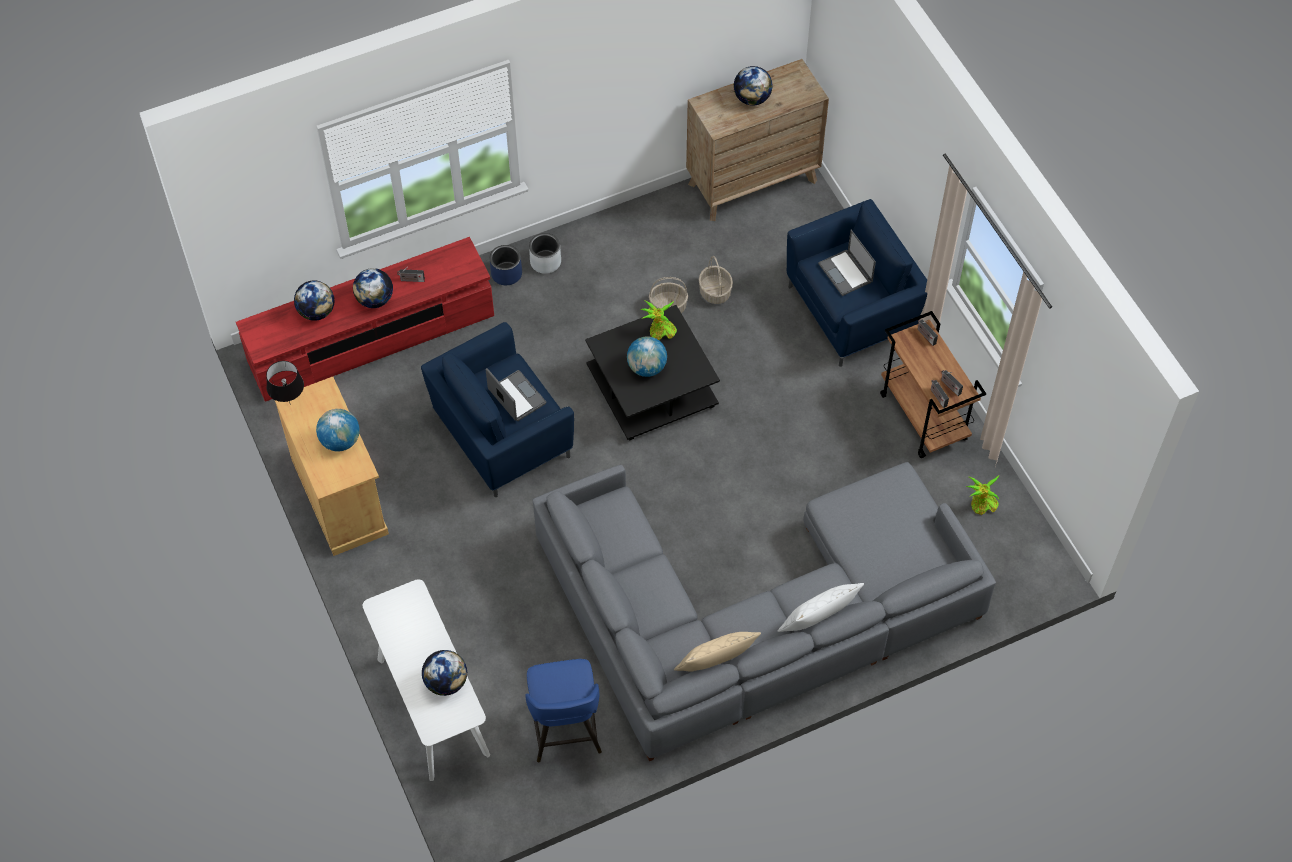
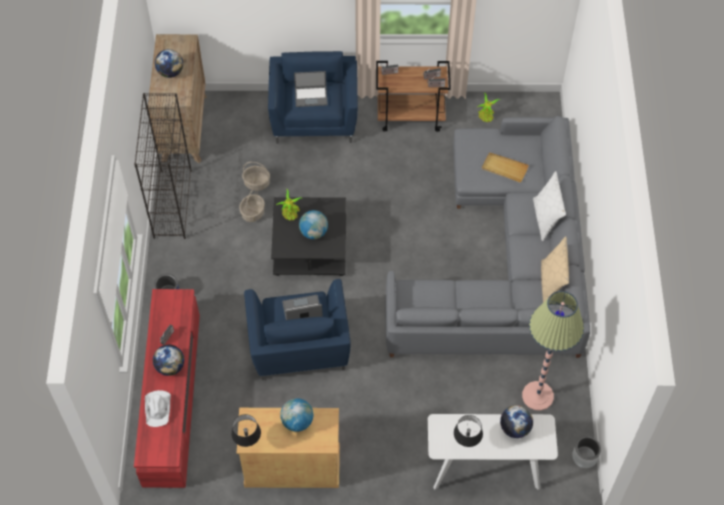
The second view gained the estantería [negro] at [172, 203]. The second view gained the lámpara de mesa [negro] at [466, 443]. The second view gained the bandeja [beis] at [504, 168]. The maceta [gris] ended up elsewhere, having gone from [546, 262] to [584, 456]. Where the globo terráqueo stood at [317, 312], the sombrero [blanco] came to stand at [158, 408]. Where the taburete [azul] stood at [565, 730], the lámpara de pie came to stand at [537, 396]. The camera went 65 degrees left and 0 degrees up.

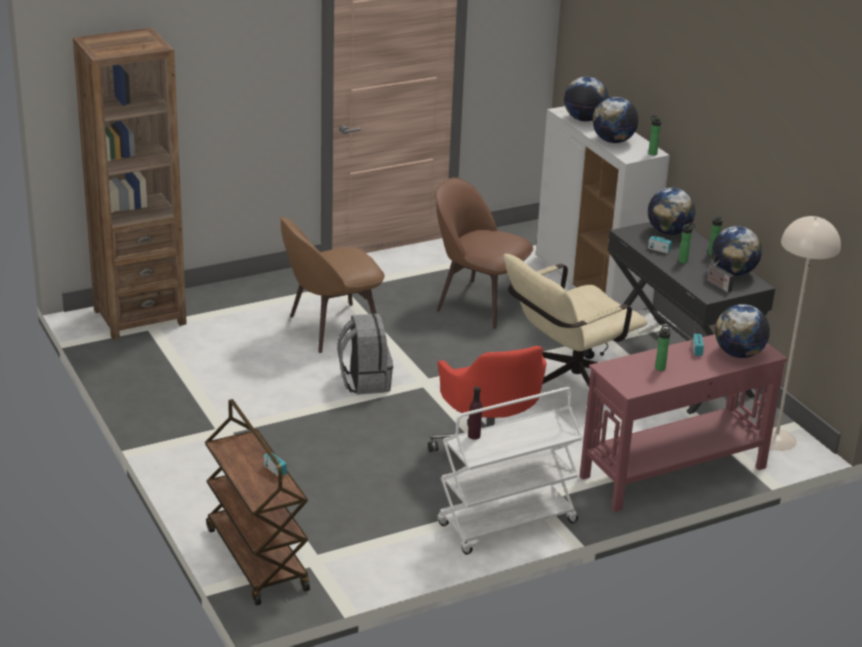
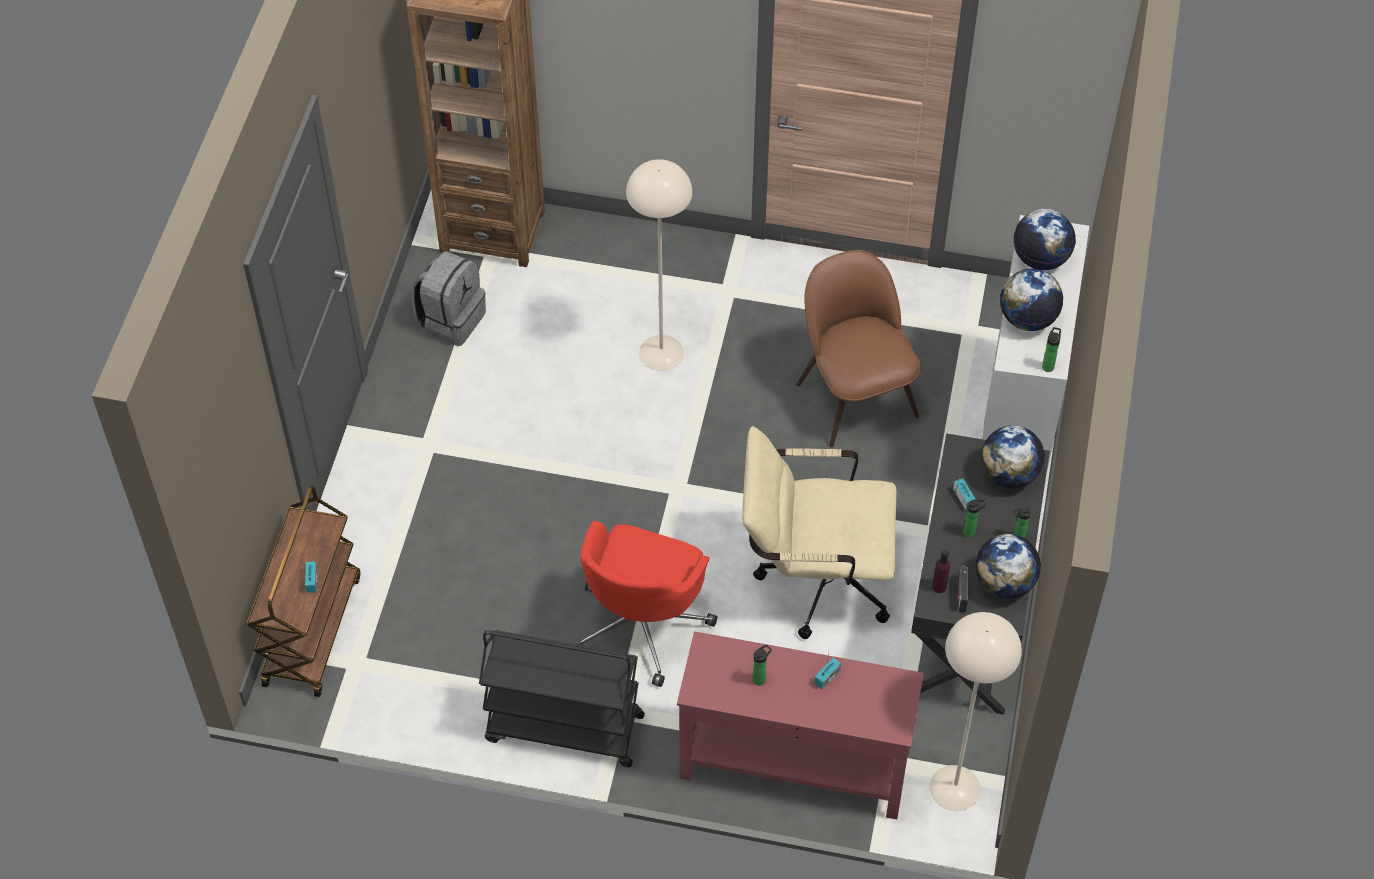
The second view lost the globo terráqueo at [738, 354]. The mochila [gris] ended up elsewhere, having gone from [364, 381] to [451, 319]. The botella [morado] ended up elsewhere, having gone from [474, 436] to [939, 587]. Where the silla [marrón] stood at [331, 328], the lámpara de pie [beis] came to stand at [661, 352]. What was the carrito [blanco] at [506, 524] turned into the carrito [negro] at [563, 729]. The camera went 40 degrees right and 25 degrees up.

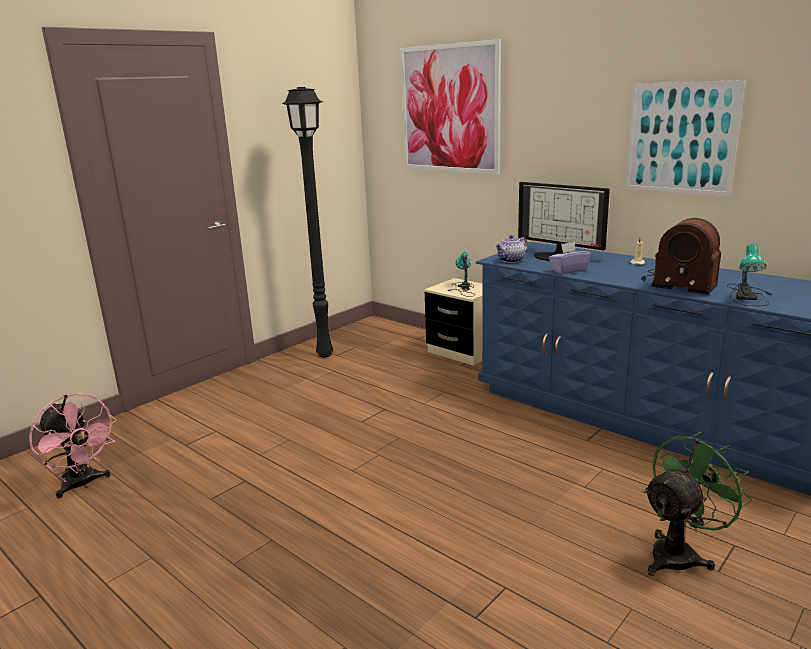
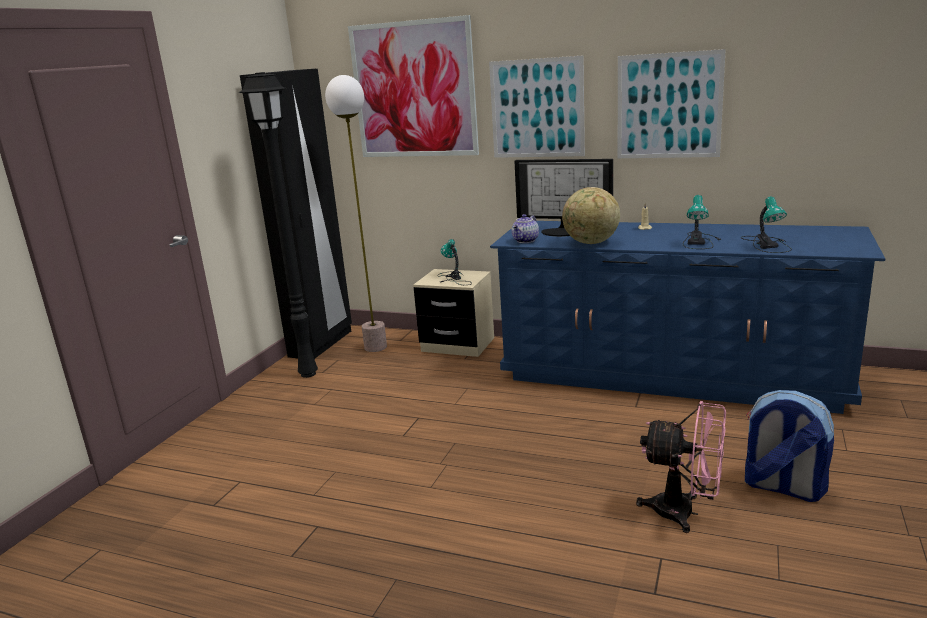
The second view gained the armario ropero [negro] at [321, 344]. The second view gained the lámpara de pie at [376, 347]. The second view gained the cuadro at [537, 108]. The ventilador [rosa] ended up elsewhere, having gone from [83, 484] to [685, 512]. Where the caja de pañuelos [morado] stood at [568, 270], the globo terráqueo came to stand at [591, 243]. Where the radio stood at [678, 282], the lámpara de mesa came to stand at [699, 241]. Where the ventilador [verde] stood at [680, 553], the mochila came to stand at [782, 487]. The camera went 20 degrees left and 0 degrees up.

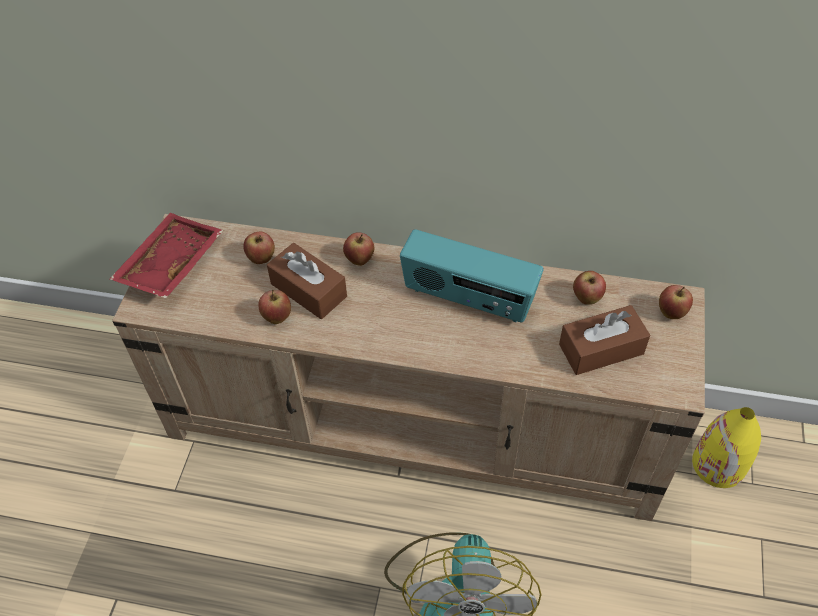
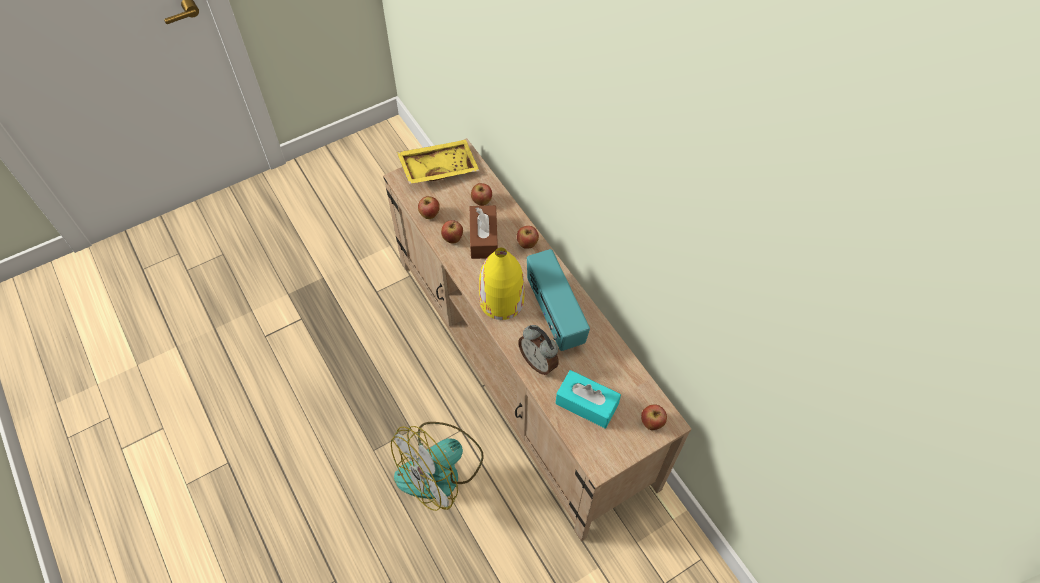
The second view gained the despertador at [538, 362]. The manzana ended up elsewhere, having gone from [586, 299] to [429, 215]. The florero [amarillo] ended up elsewhere, having gone from [718, 465] to [501, 301]. What was the bandeja [rojo] at [169, 263] turned into the bandeja [amarillo] at [438, 167]. What was the caja de pañuelos [marrón] at [601, 349] turned into the caja de pañuelos [turquesa] at [586, 404]. The camera went 45 degrees right and 5 degrees up.

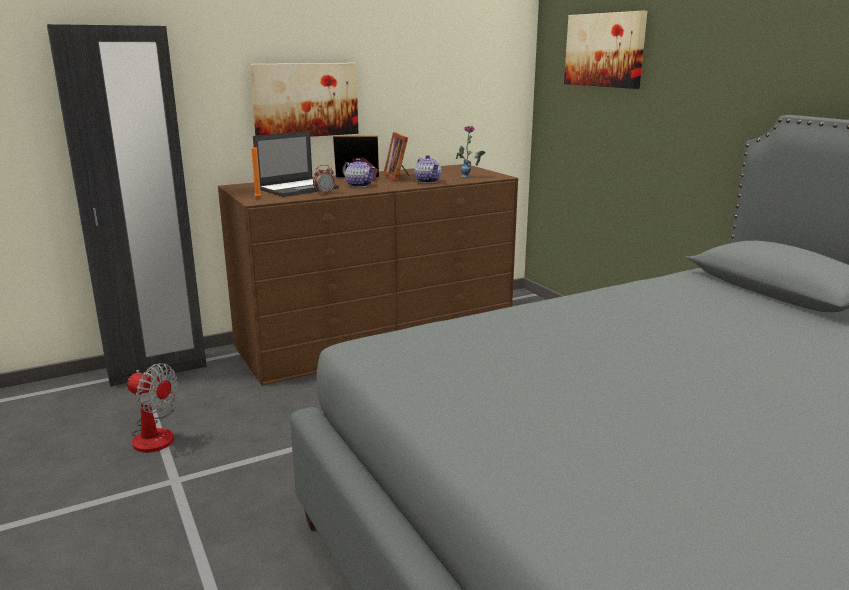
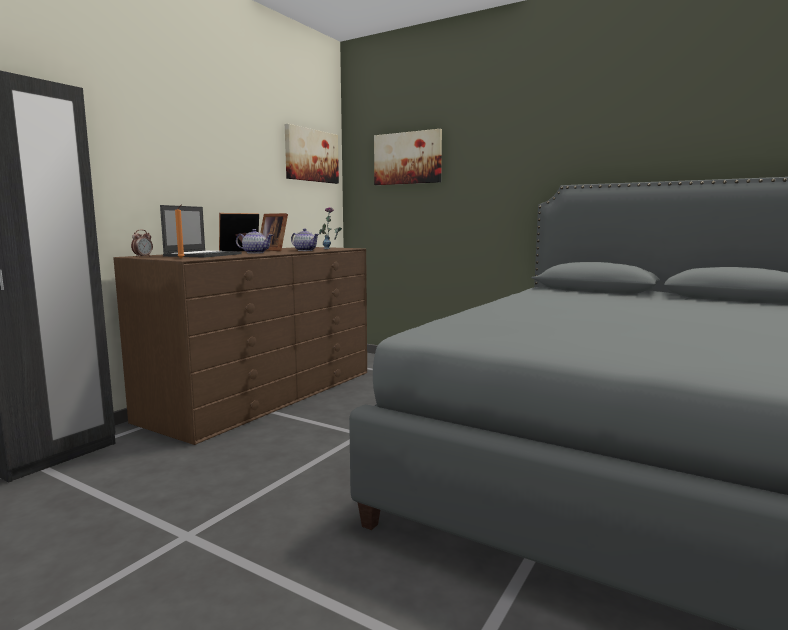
The second view lost the ventilador at [155, 433]. The cuadro ended up elsewhere, having gone from [305, 100] to [311, 155]. The despertador ended up elsewhere, having gone from [324, 193] to [143, 257]. The camera went 30 degrees left and 10 degrees down.

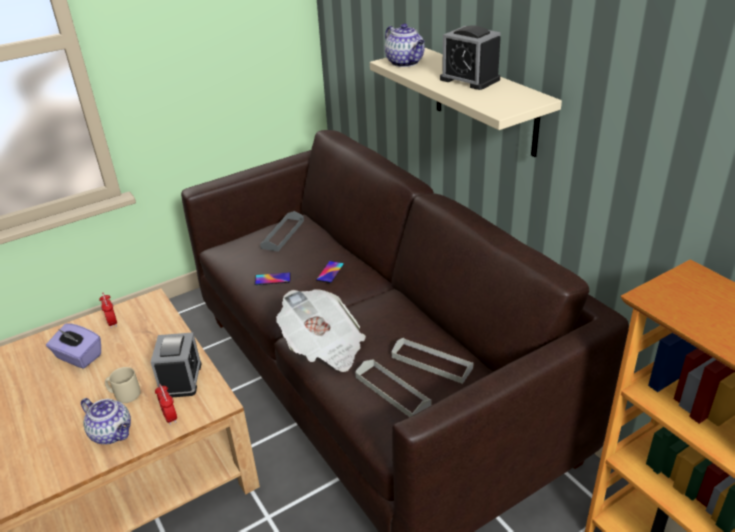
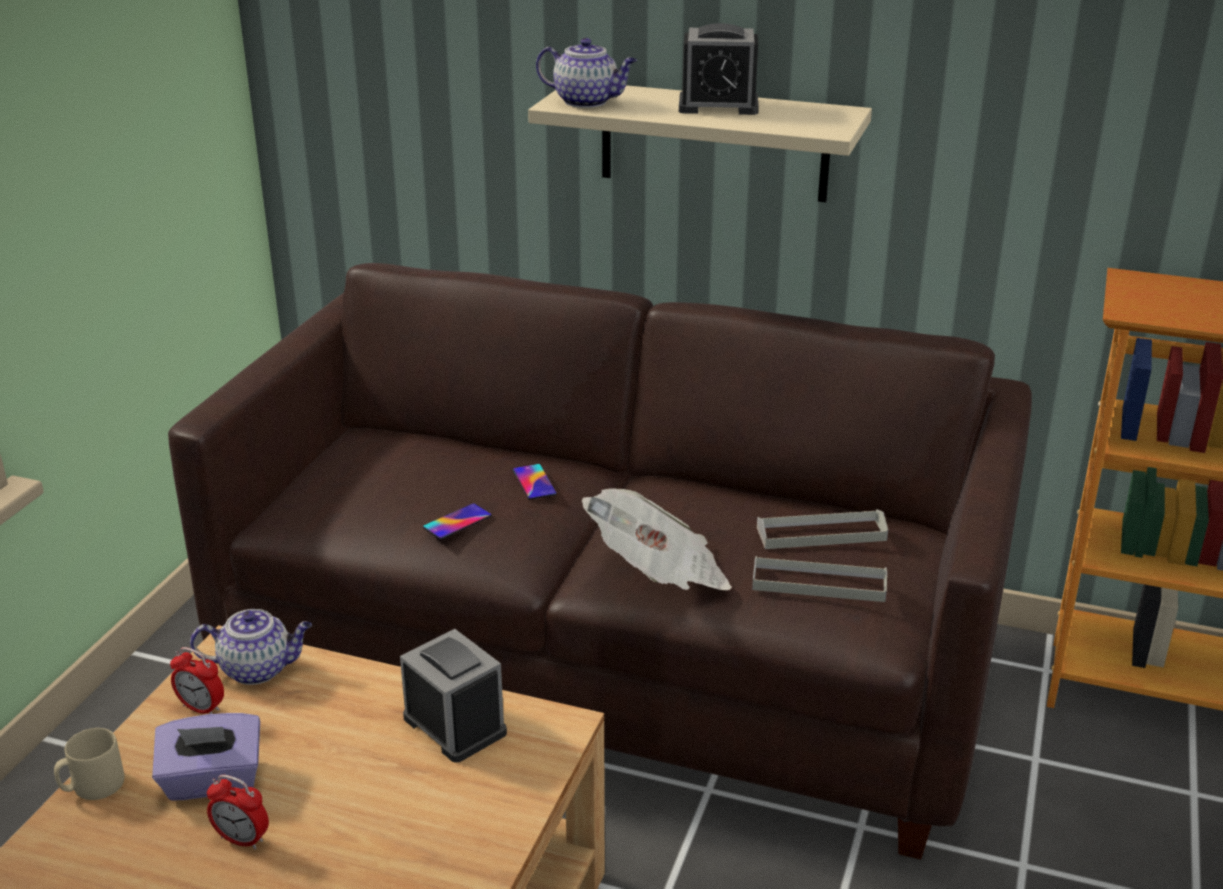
The second view lost the bandeja [gris] at [283, 234]. The tetera ended up elsewhere, having gone from [113, 433] to [258, 669]. The taza grande [beis] ended up elsewhere, having gone from [125, 394] to [92, 786]. The despertador ended up elsewhere, having gone from [170, 417] to [242, 839]. The camera went 40 degrees left and 5 degrees down.

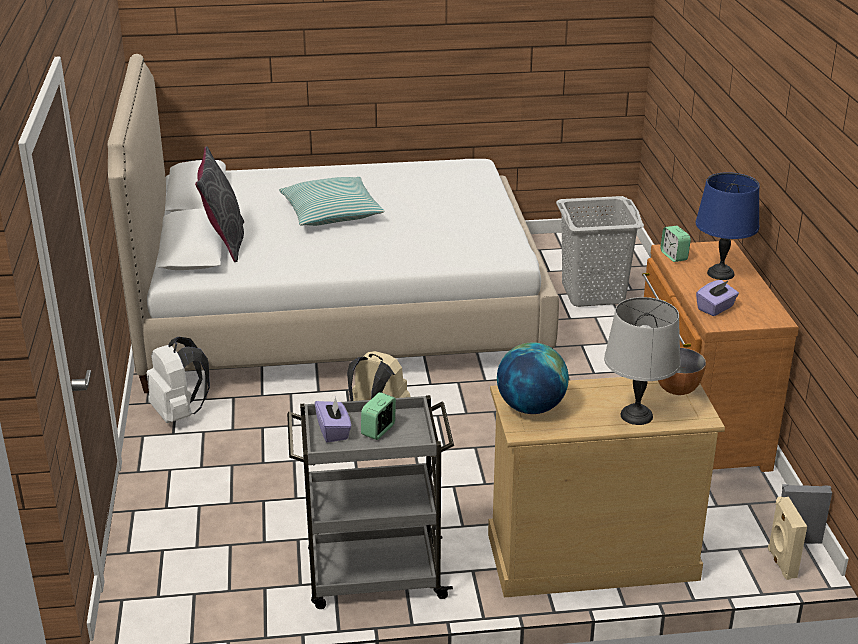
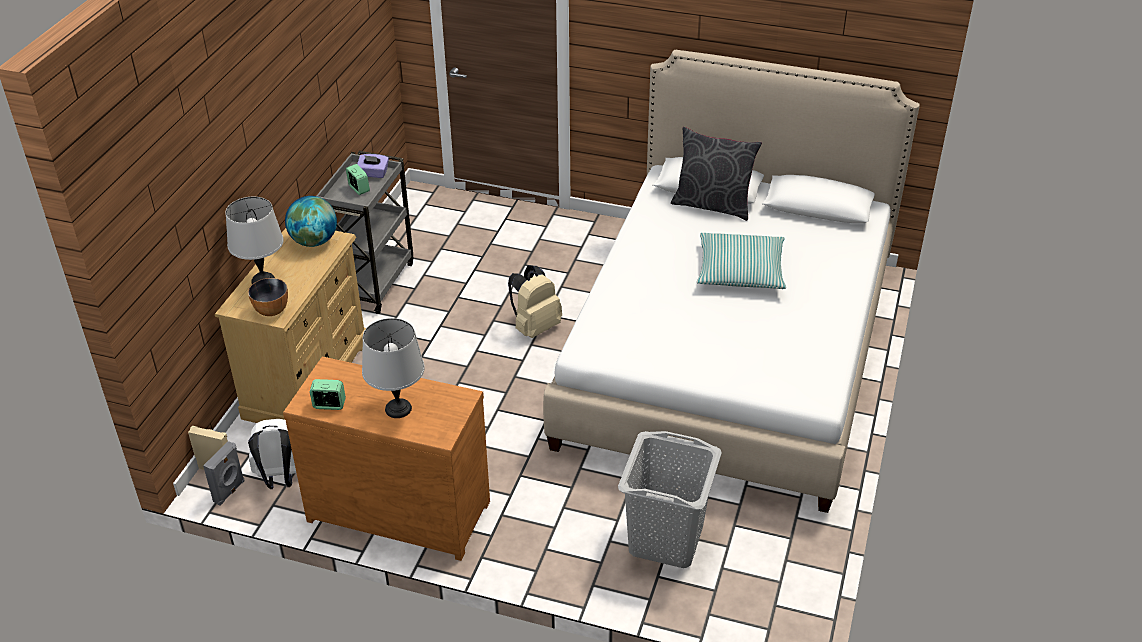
The second view lost the caja de pañuelos [morado] at [715, 308]. The mochila [blanco] ended up elsewhere, having gone from [179, 413] to [281, 477]. The despertador ended up elsewhere, having gone from [674, 256] to [329, 405]. What was the lámpara de mesa [azul] at [720, 273] turned into the lámpara de mesa [gris] at [398, 409]. The camera went 115 degrees right and 10 degrees up.

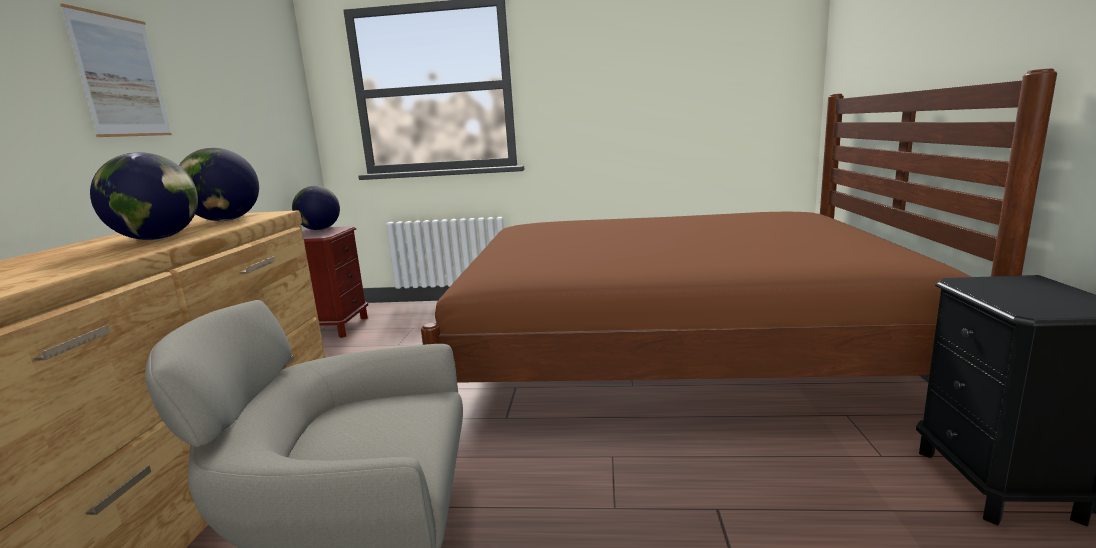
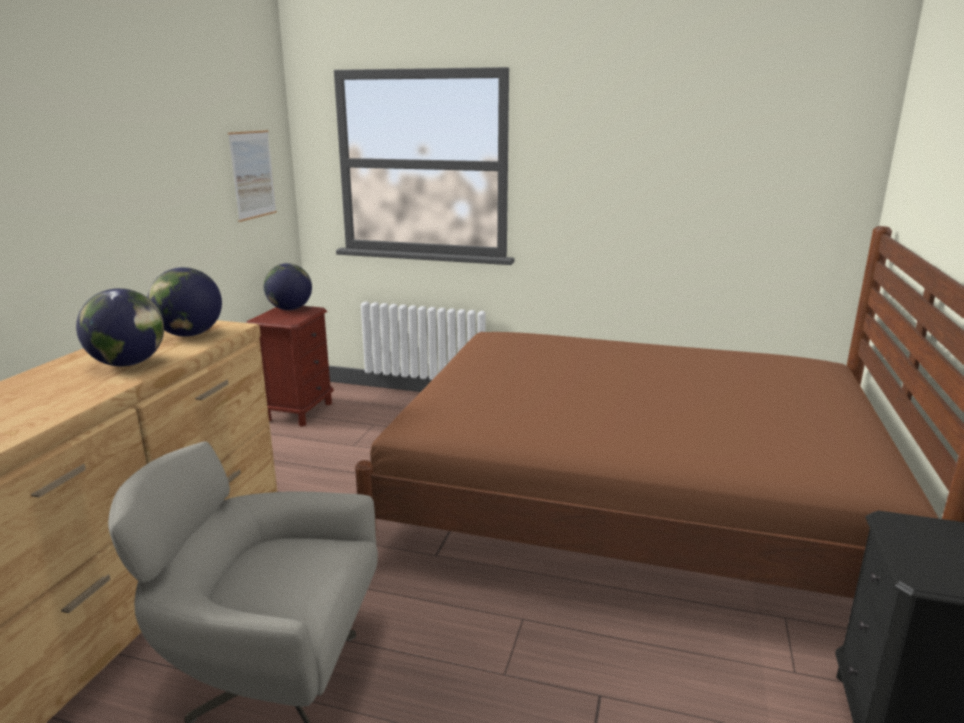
The cuadro ended up elsewhere, having gone from [121, 76] to [253, 175]. The camera went 10 degrees right and 5 degrees up.

